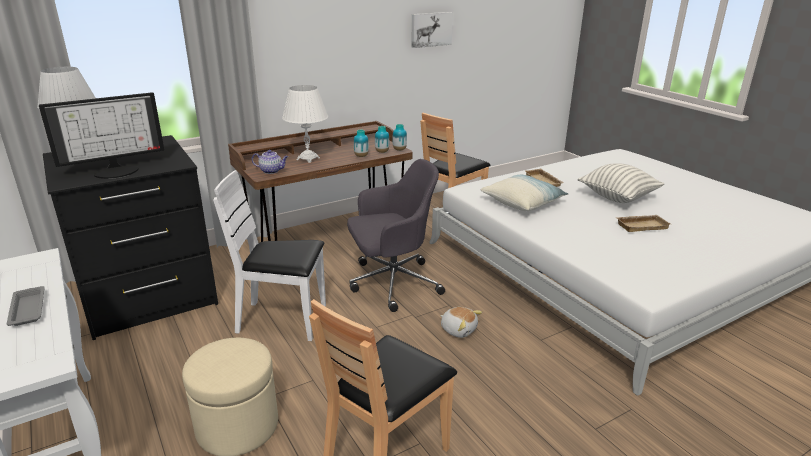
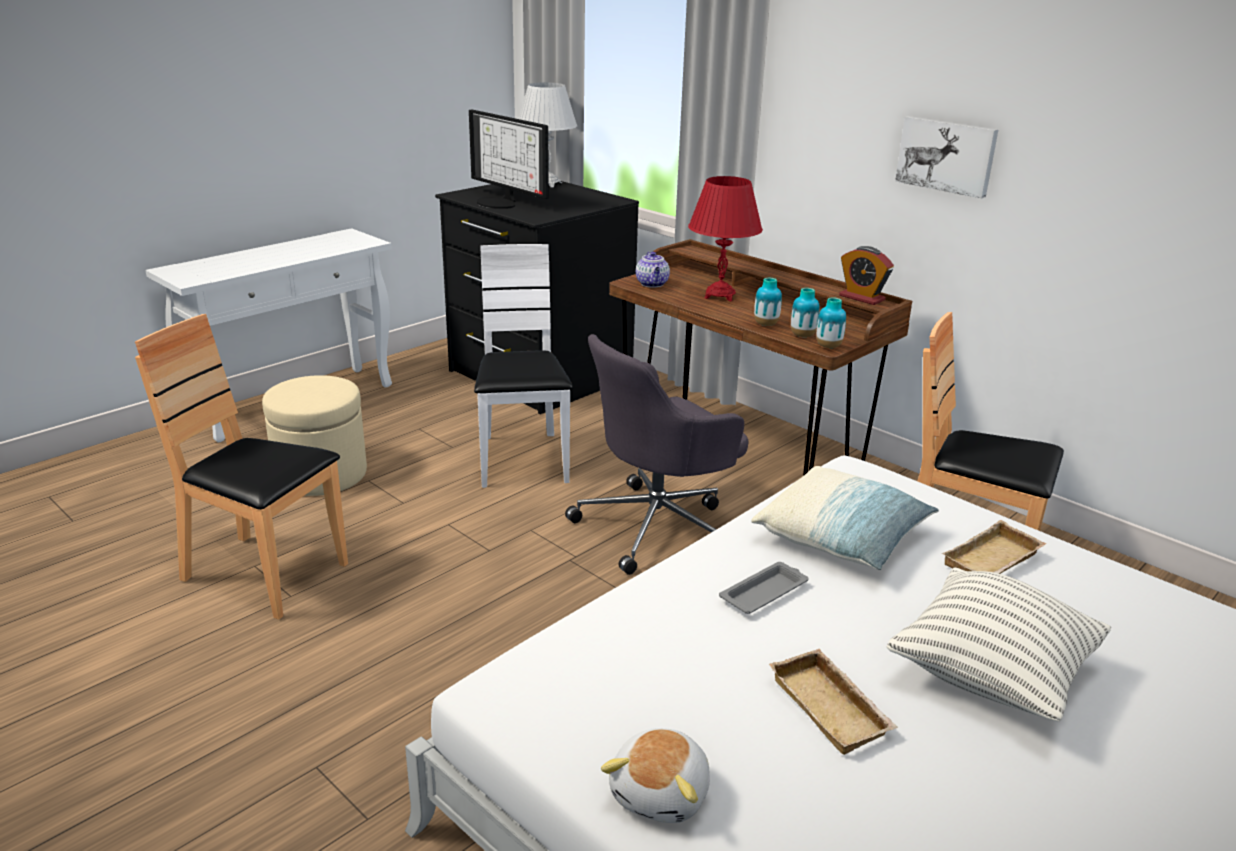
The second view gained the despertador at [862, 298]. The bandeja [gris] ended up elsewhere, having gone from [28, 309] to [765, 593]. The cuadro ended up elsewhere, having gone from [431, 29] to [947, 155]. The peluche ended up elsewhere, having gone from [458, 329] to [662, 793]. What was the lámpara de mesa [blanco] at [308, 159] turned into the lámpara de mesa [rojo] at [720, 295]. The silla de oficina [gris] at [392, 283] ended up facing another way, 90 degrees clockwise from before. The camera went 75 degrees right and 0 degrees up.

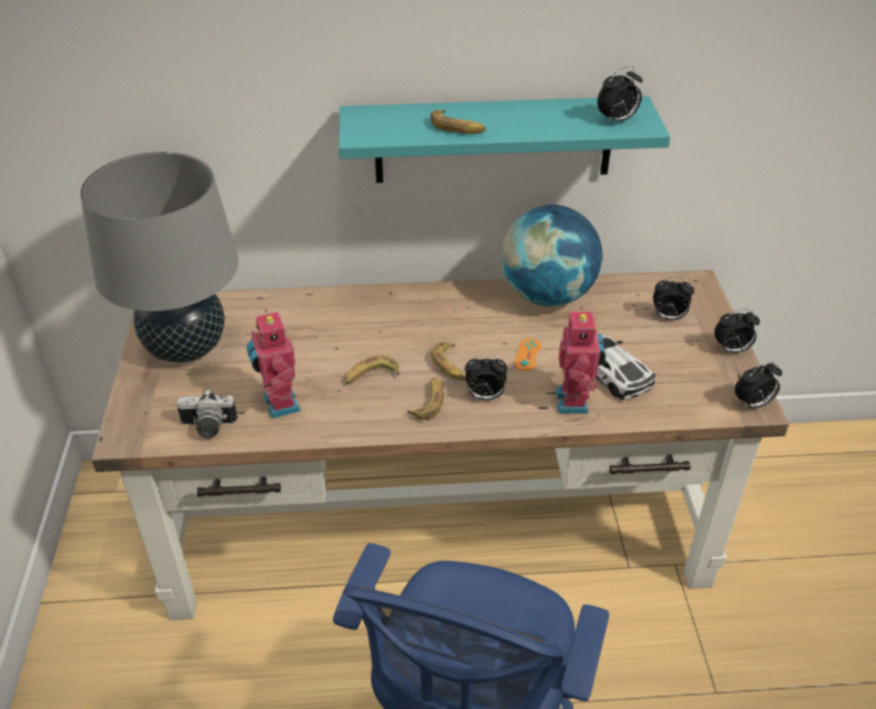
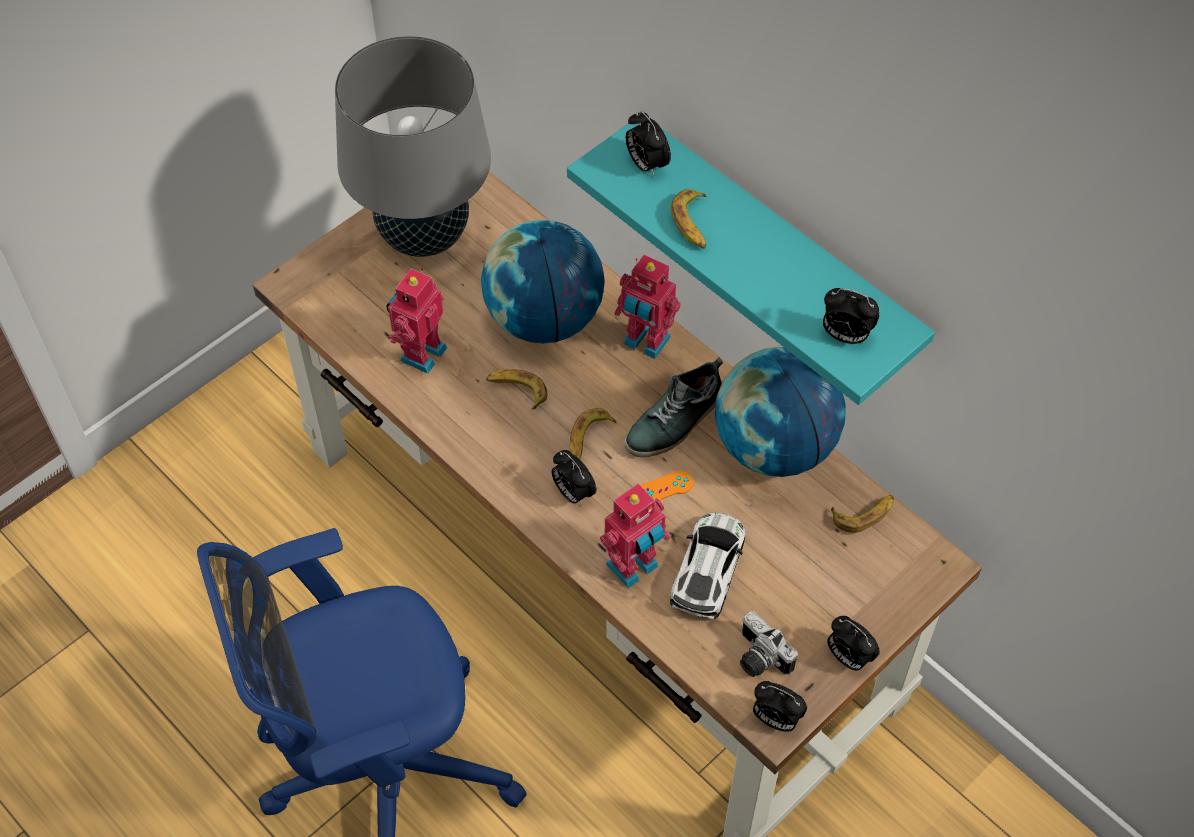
The second view gained the globo terráqueo at [544, 319]. The second view gained the robot de juguete at [645, 342]. The second view gained the zapato at [675, 421]. The cámara ended up elsewhere, having gone from [208, 428] to [758, 658]. The plátano ended up elsewhere, having gone from [428, 402] to [863, 514]. The despertador ended up elsewhere, having gone from [668, 317] to [646, 164]. The camera went 50 degrees right and 15 degrees up.

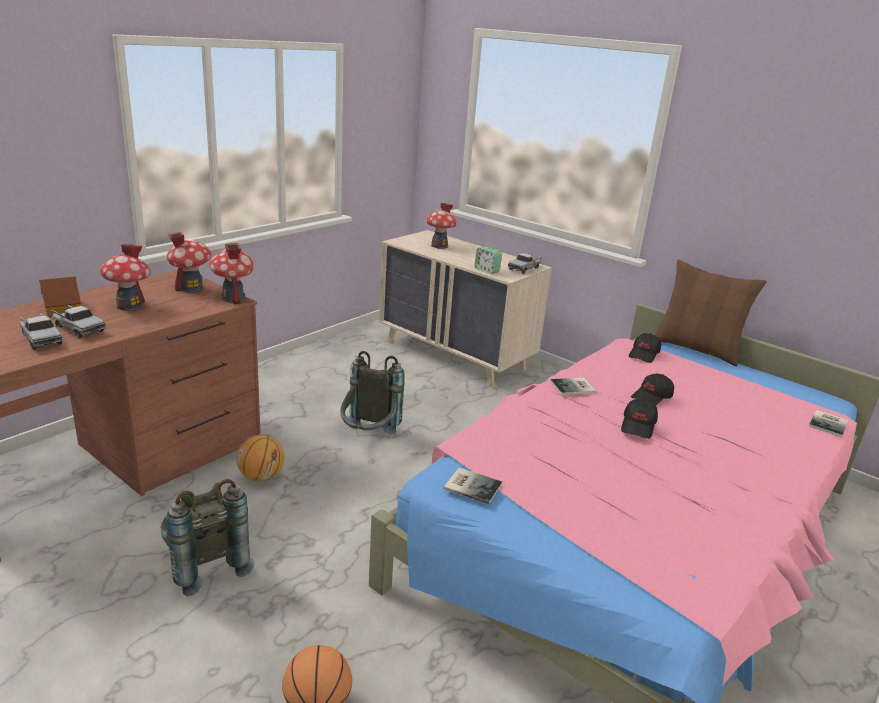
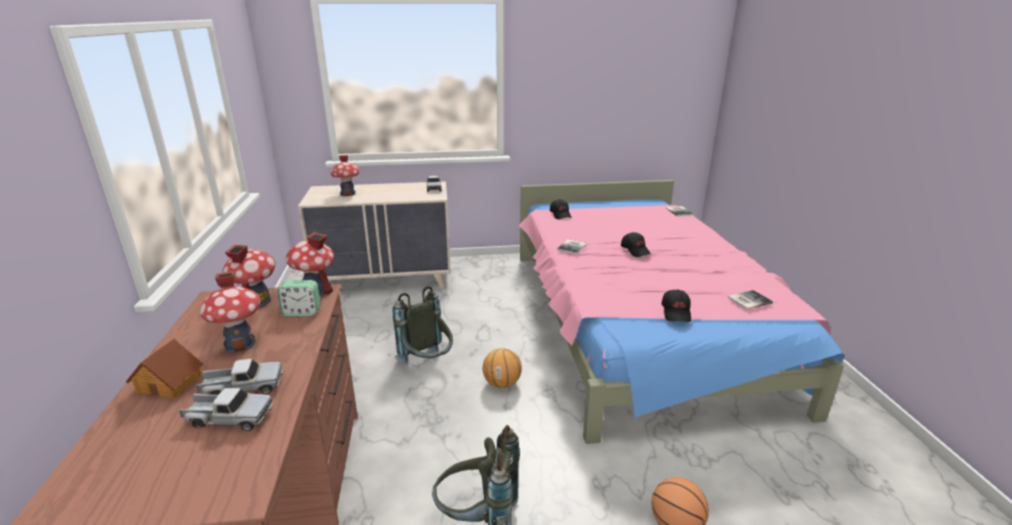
The second view lost the cojín [marrón] at [696, 349]. The balón de baloncesto ended up elsewhere, having gone from [261, 476] to [502, 383]. The libro ended up elsewhere, having gone from [472, 485] to [748, 300]. The despertador ended up elsewhere, having gone from [487, 270] to [302, 312]. The gorra [negro] ended up elsewhere, having gone from [652, 397] to [676, 312]. The camera went 45 degrees left and 0 degrees up.

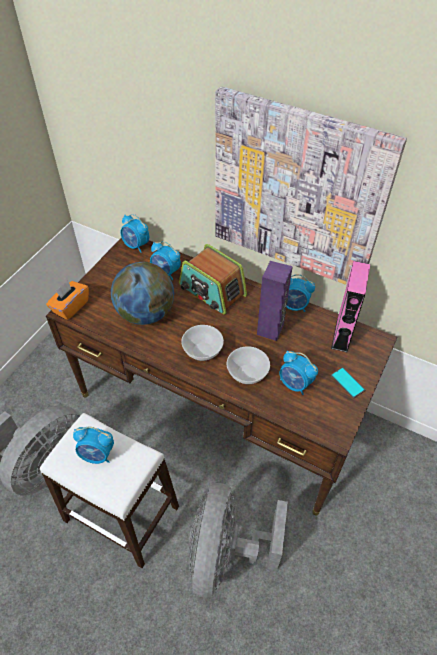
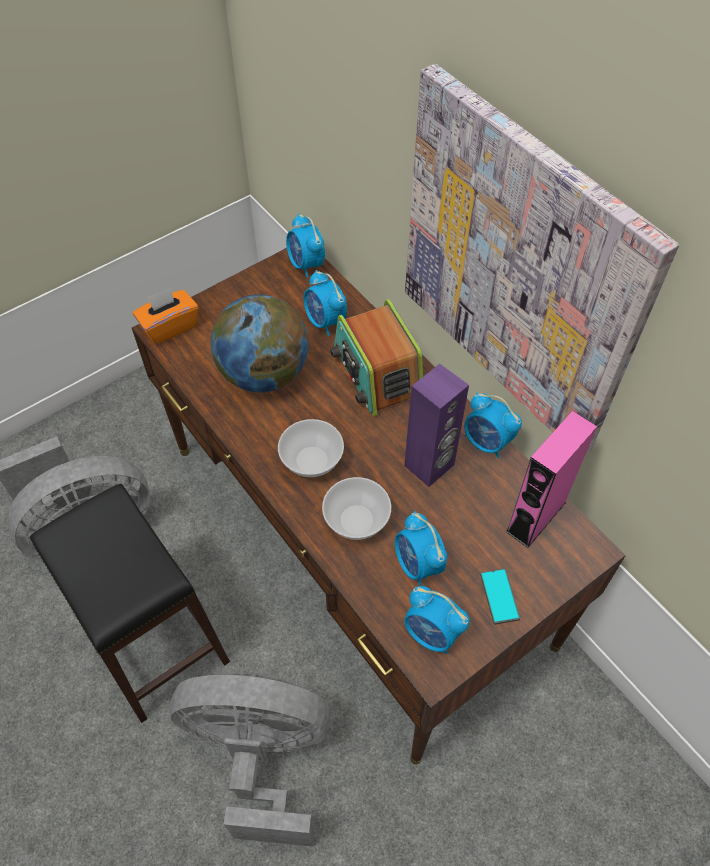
The despertador ended up elsewhere, having gone from [97, 454] to [432, 633]. What was the taburete [blanco] at [121, 514] turned into the taburete [negro] at [151, 638]. The ventilador [gris] at [226, 552] ended up facing another way, 60 degrees clockwise from before. The camera went 25 degrees right and 5 degrees up.

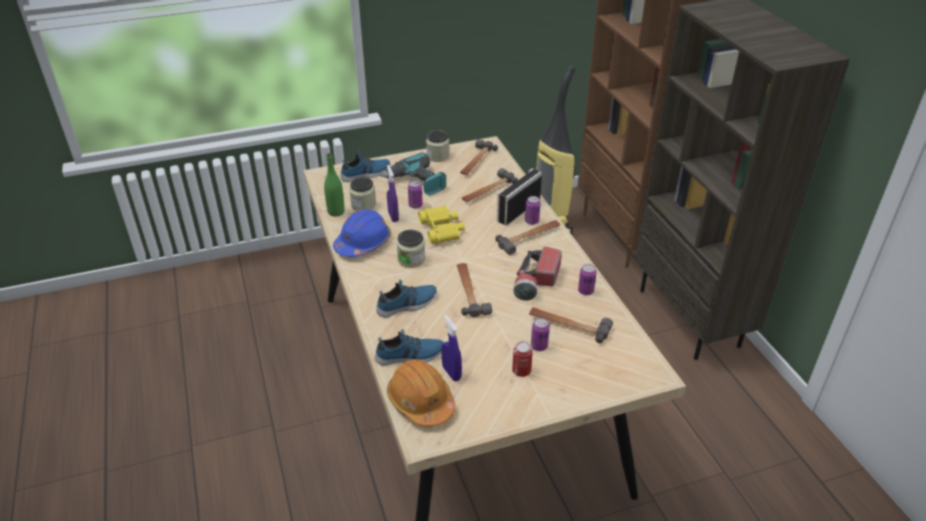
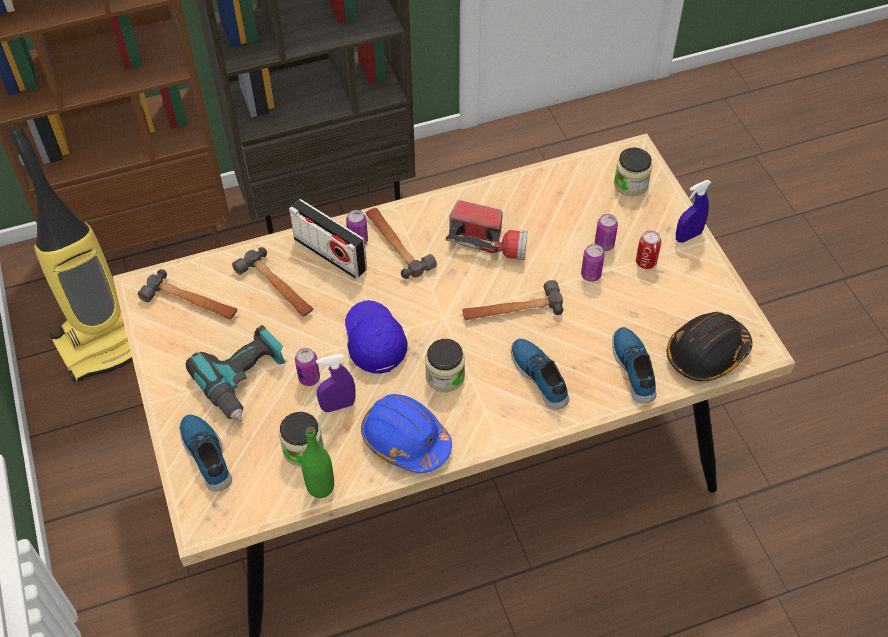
The second view lost the martillo at [569, 325]. The tarro ended up elsewhere, having gone from [438, 156] to [631, 184]. The pulverizador [azul] ended up elsewhere, having gone from [451, 373] to [688, 236]. The lata ended up elsewhere, having gone from [585, 291] to [590, 275]. Where the prismáticos [amarillo] stood at [442, 230], the gorra [azul] came to stand at [374, 342]. What was the casco [naranja] at [421, 401] turned into the casco [negro] at [706, 353]. The camera went 90 degrees left and 15 degrees up.

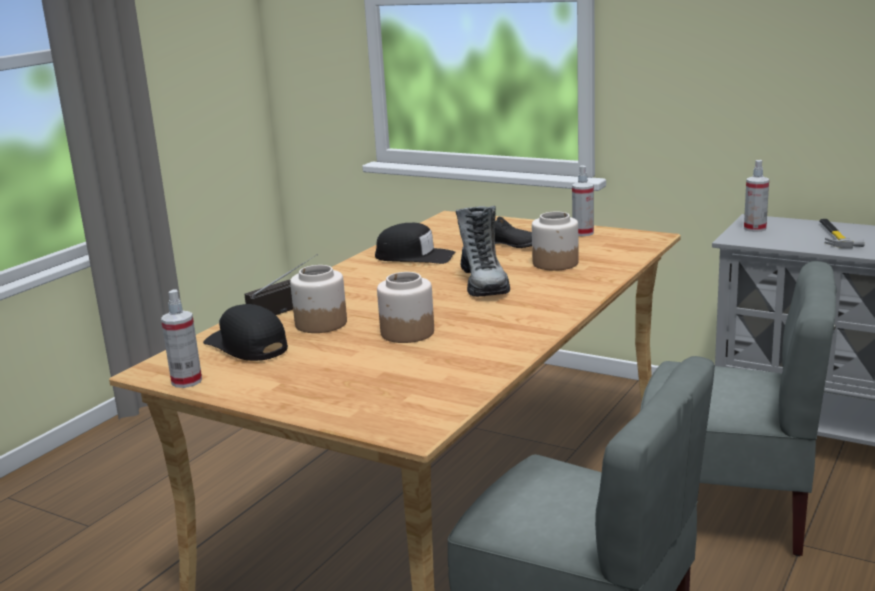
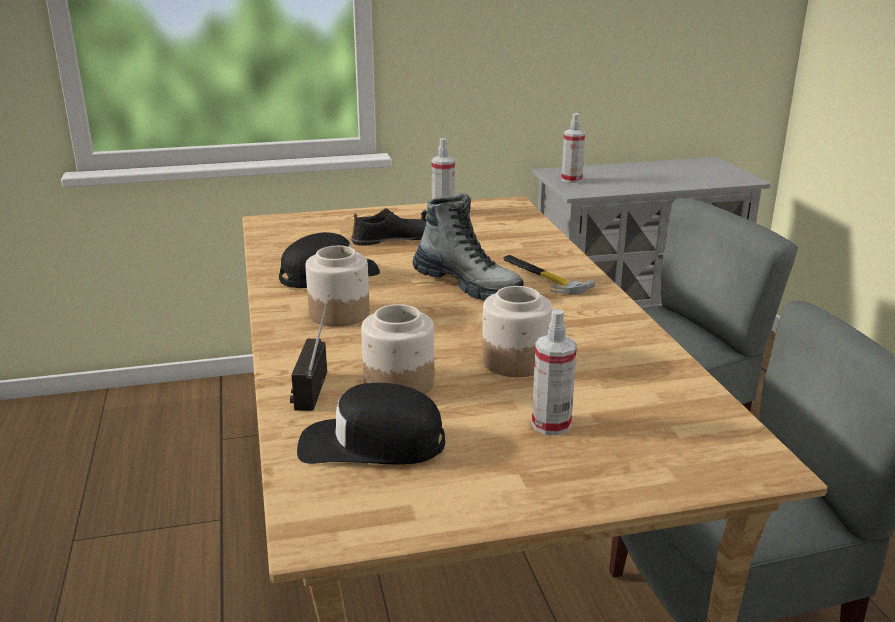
The pulverizador ended up elsewhere, having gone from [186, 381] to [551, 424]. The tarro ended up elsewhere, having gone from [555, 263] to [339, 313]. The martillo ended up elsewhere, having gone from [834, 235] to [541, 277]. The camera went 45 degrees left and 5 degrees up.

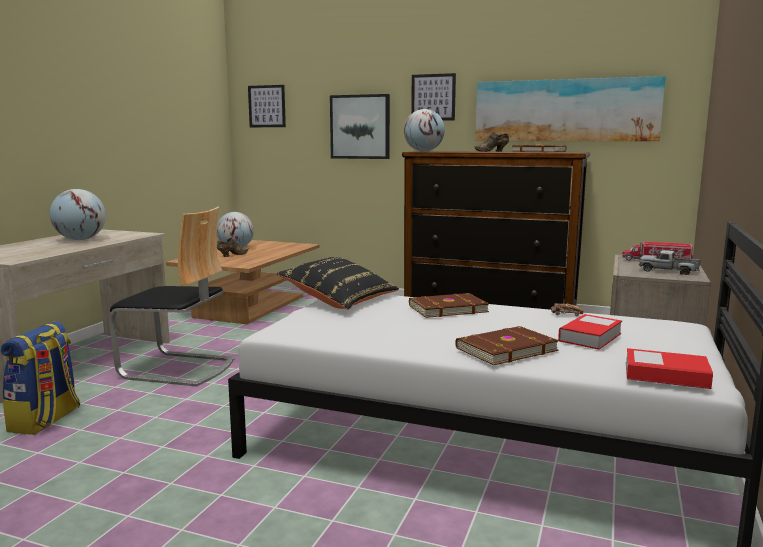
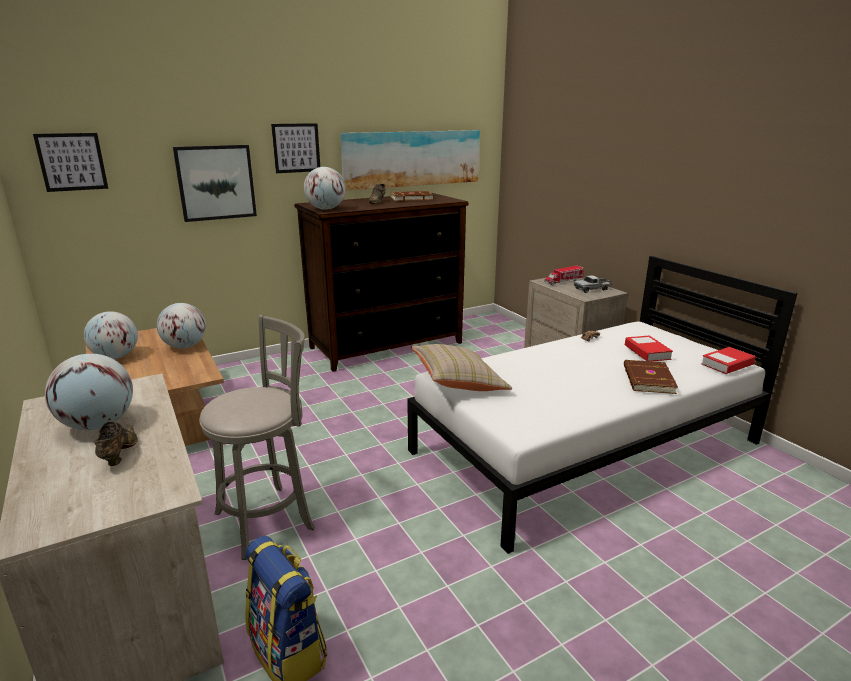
The second view lost the libro [marrón] at [447, 308]. The second view gained the globo terráqueo at [185, 346]. The zapato [marrón] ended up elsewhere, having gone from [232, 255] to [118, 454]. Where the silla stood at [178, 368], the taburete [gris] came to stand at [269, 518]. What was the cojín [negro] at [339, 300] turned into the cojín [beis] at [458, 383]. The camera went 50 degrees left and 10 degrees up.

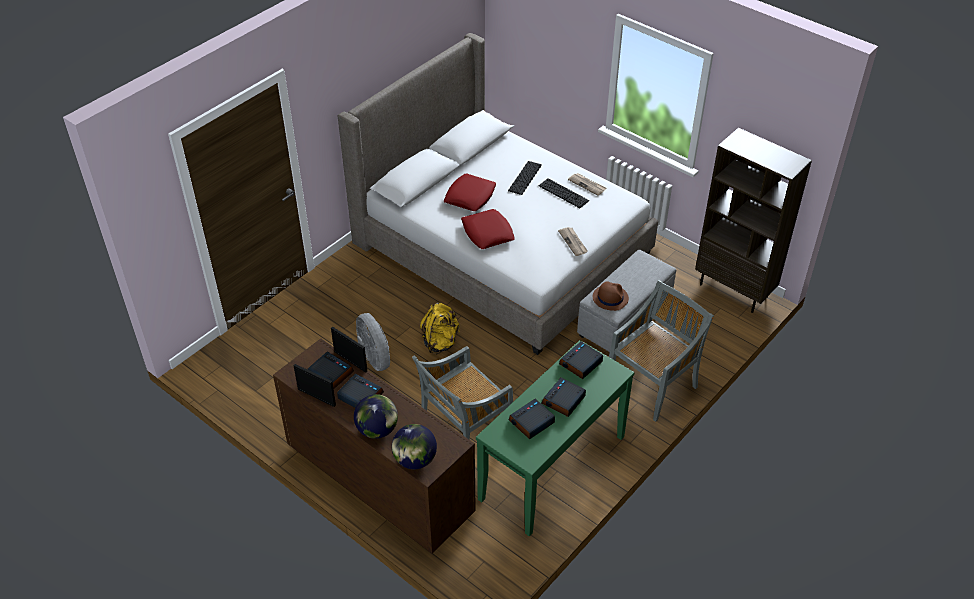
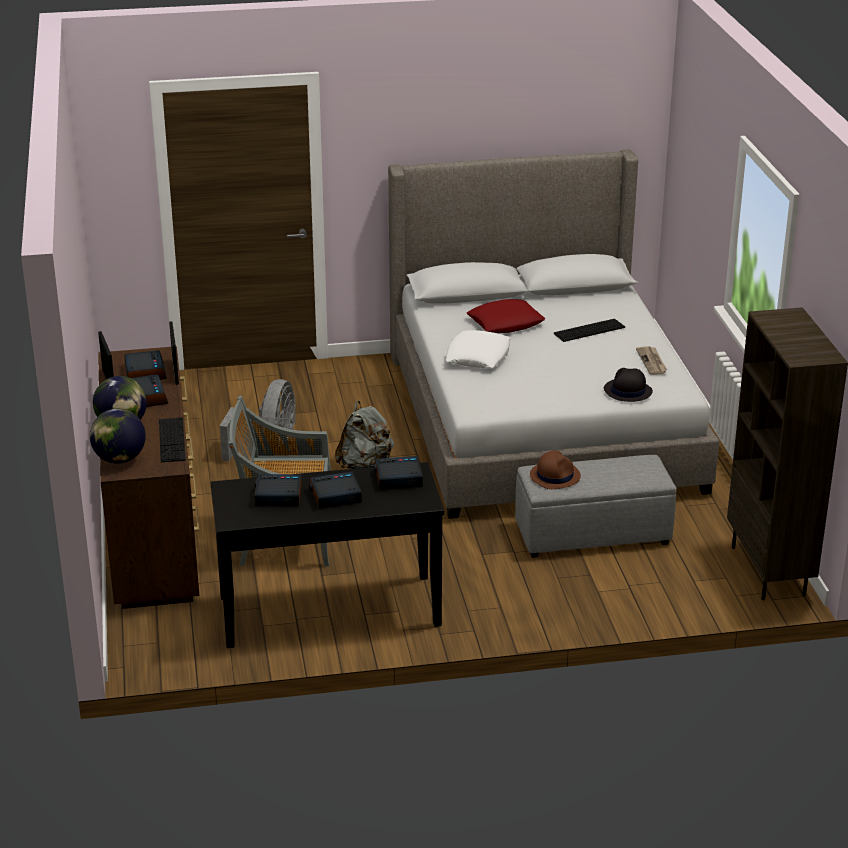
The second view lost the periódico at [573, 242]. The second view lost the silla [gris] at [652, 385]. The second view gained the sombrero [negro] at [627, 391]. The teclado ended up elsewhere, having gone from [563, 193] to [172, 440]. What was the mochila [amarillo] at [440, 342] turned into the mochila [gris] at [364, 464]. What was the cojín [rojo] at [487, 233] turned into the cojín [blanco] at [478, 356]. What was the mesa consola [verde] at [553, 468] turned into the mesa consola [negro] at [329, 611]. The camera went 40 degrees right and 15 degrees down.

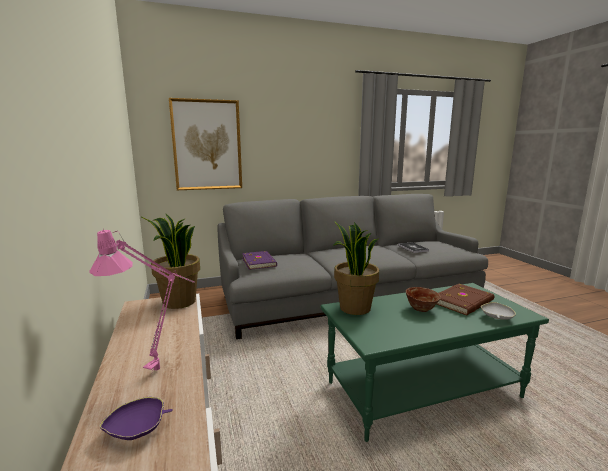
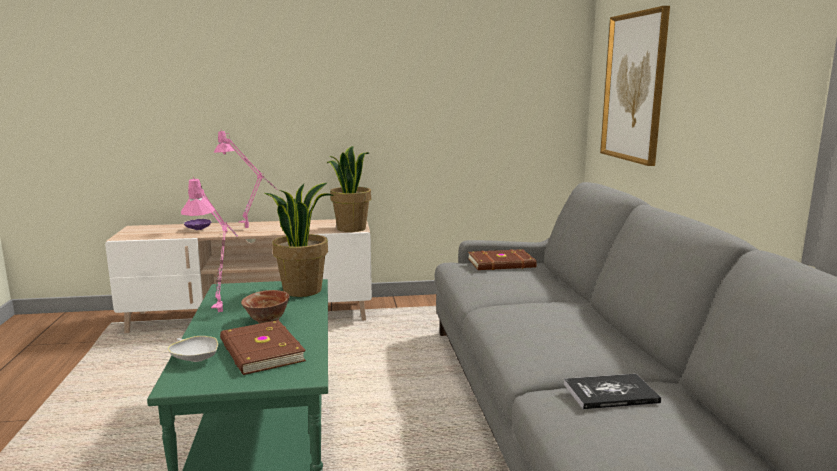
The second view gained the lámpara de mesa [rosa] at [223, 310]. What was the libro [morado] at [259, 262] turned into the libro [marrón] at [502, 264]. The camera went 100 degrees right and 0 degrees up.

